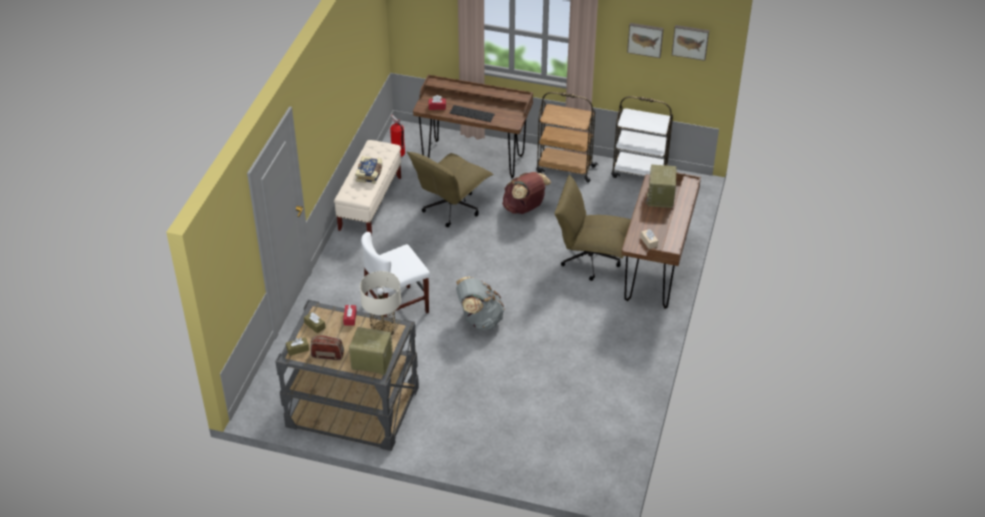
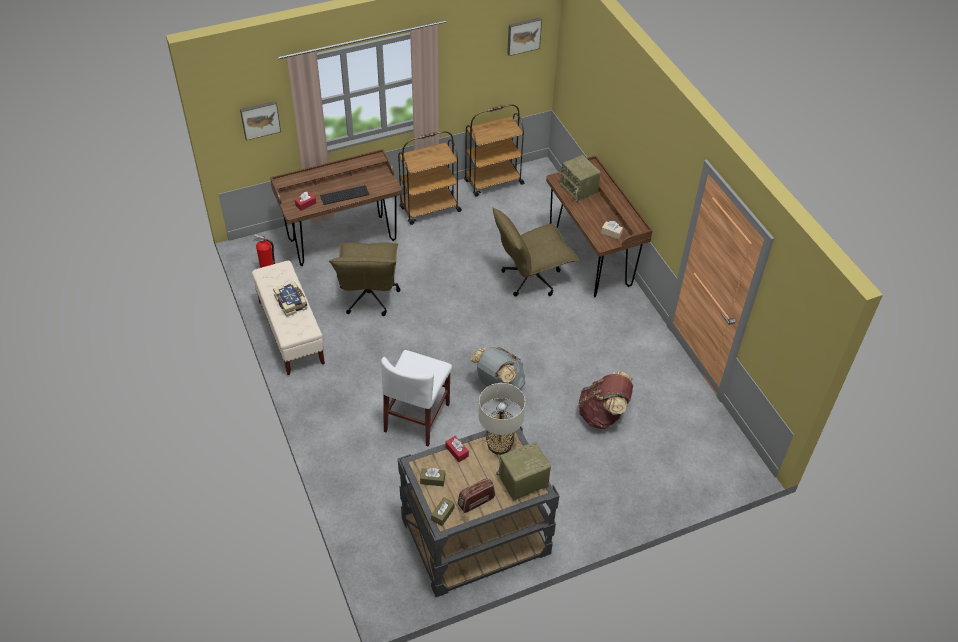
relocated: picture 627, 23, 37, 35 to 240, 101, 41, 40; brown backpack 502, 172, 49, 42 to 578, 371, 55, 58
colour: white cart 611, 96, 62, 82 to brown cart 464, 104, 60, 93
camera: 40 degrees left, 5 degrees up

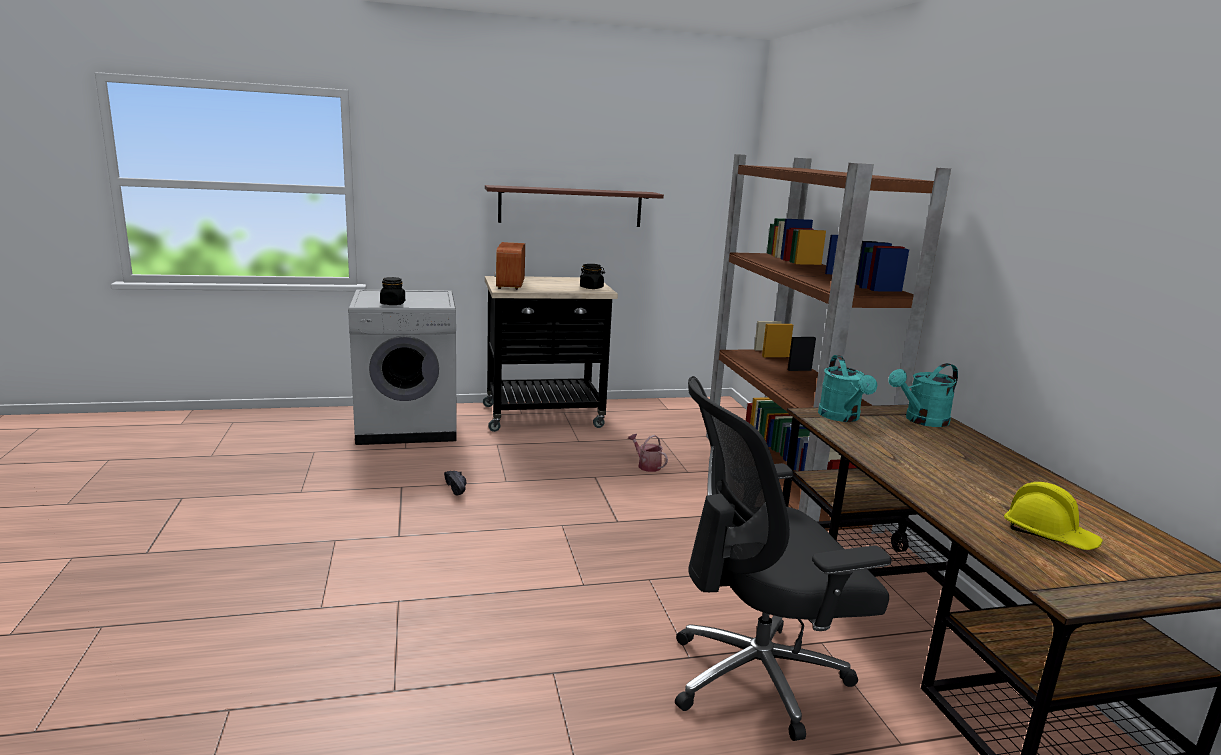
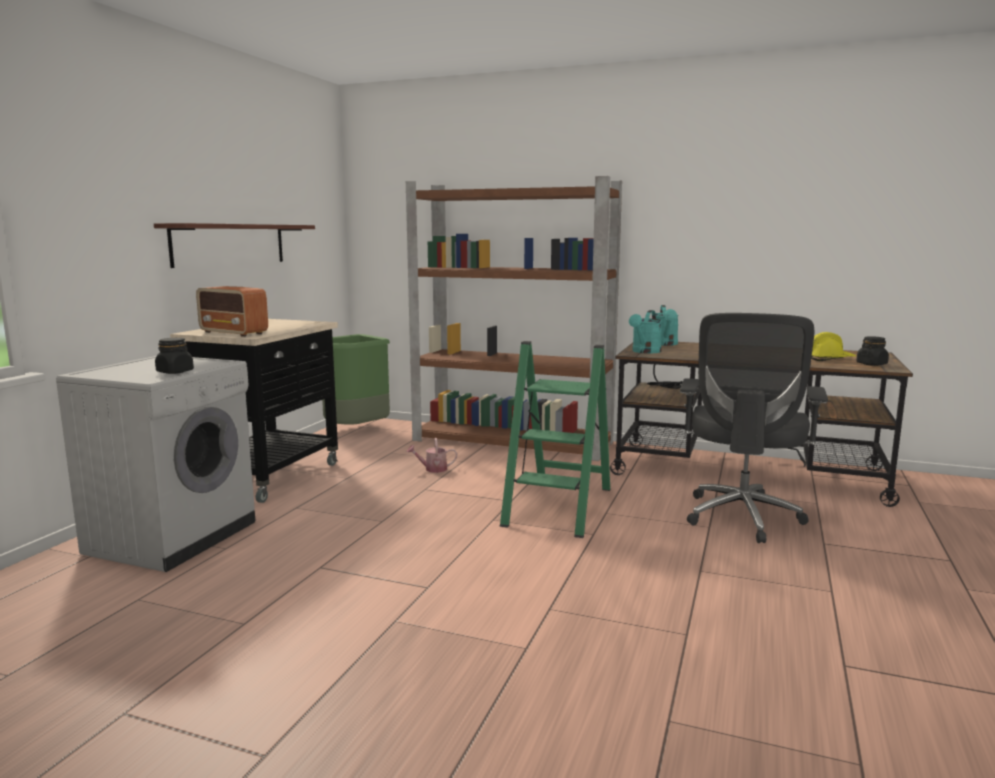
missing: black shoe 444, 471, 22, 24
appeared: green trash can 322, 334, 68, 91; green step ladder 500, 341, 111, 197
relocated: black jar 580, 264, 25, 25 to 856, 336, 33, 30
spun: turquoise watering can 818, 355, 59, 67 = 629, 310, 33, 44 90 degrees clockwise
camera: 55 degrees left, 5 degrees down

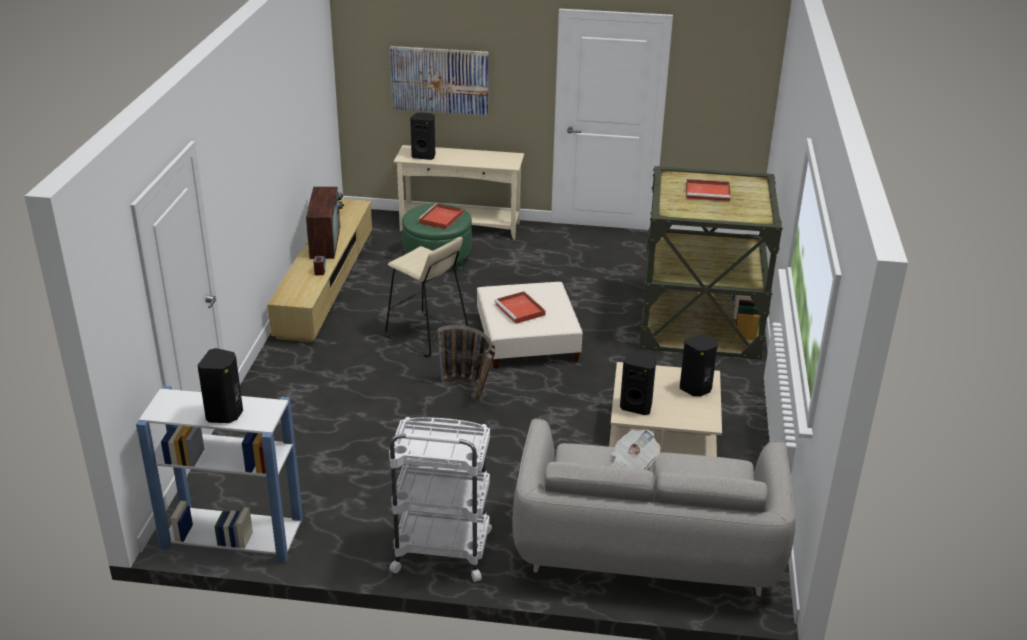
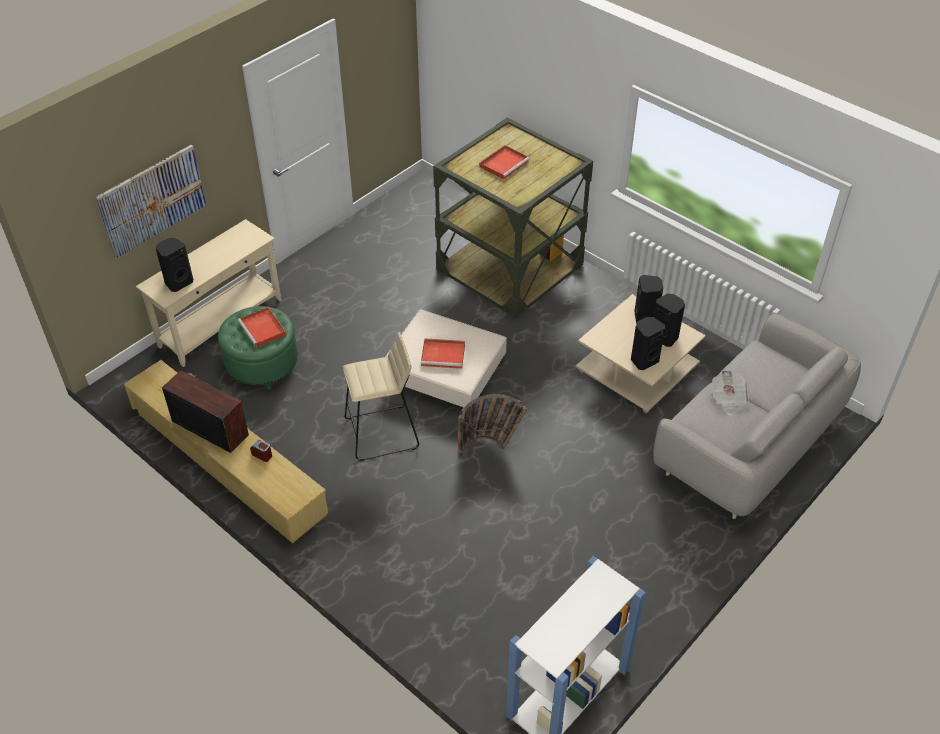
missing: white cart 389, 417, 103, 165
relocated: black speaker 197, 348, 46, 75 to 654, 293, 31, 54
camera: 55 degrees left, 15 degrees up

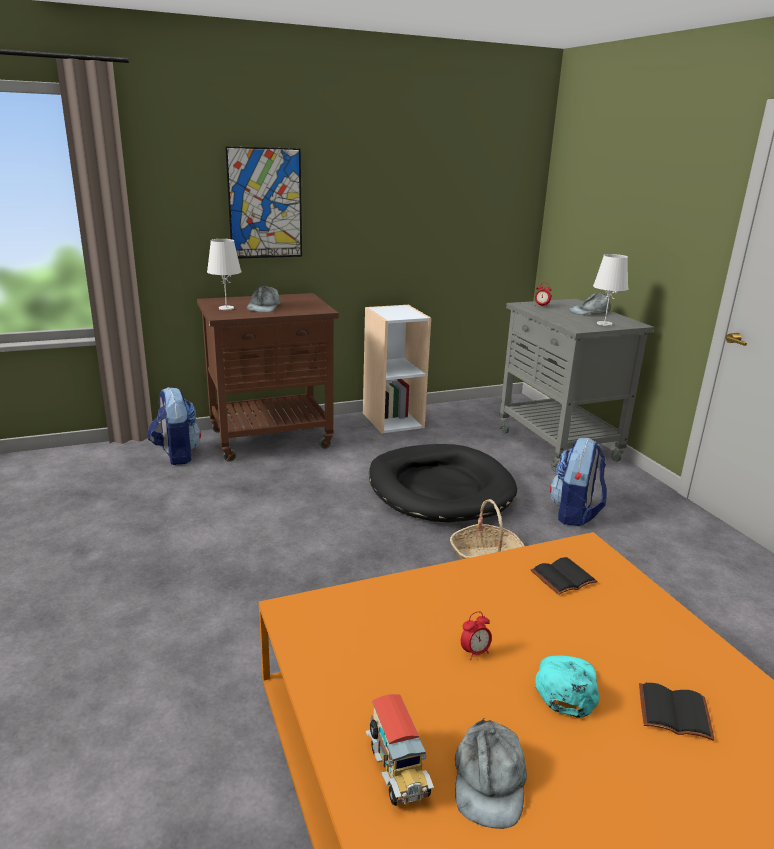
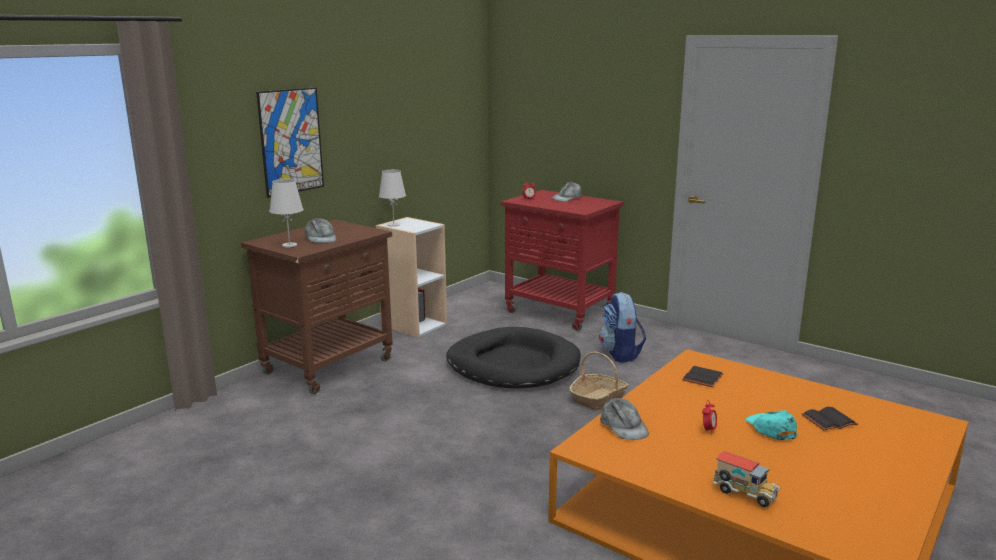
missing: backpack 147, 387, 54, 78
relocated: white table lamp 593, 254, 35, 72 to 379, 170, 27, 57; grey cap 455, 718, 72, 111 to 600, 398, 49, 42
colour: grey cart 500, 299, 154, 173 to red cart 501, 190, 123, 141
camera: 30 degrees left, 5 degrees down

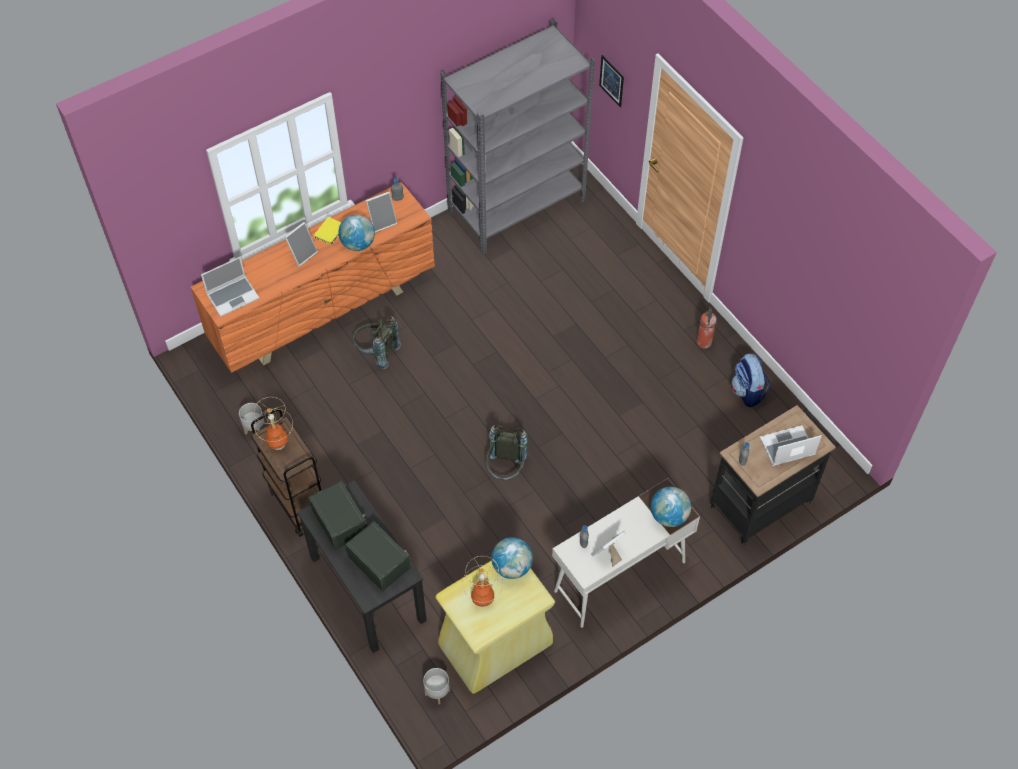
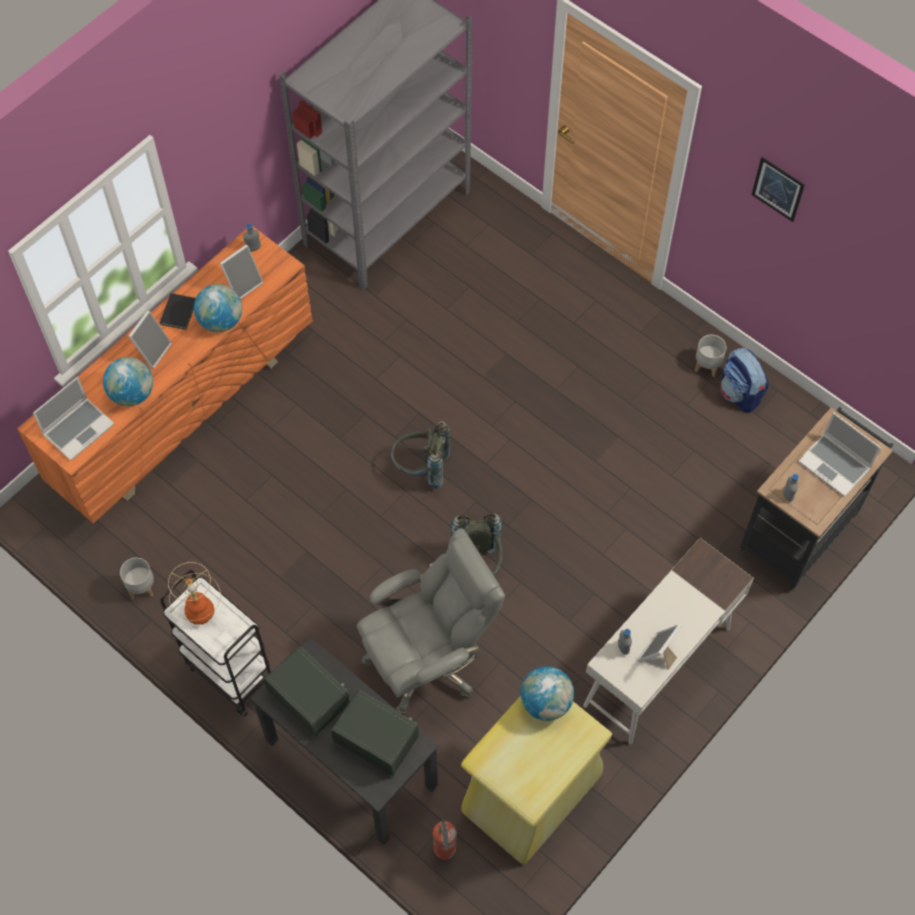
missing: table lamp 462, 556, 41, 51
appeared: grey office chair 357, 528, 148, 187
relocated: picture 599, 55, 25, 52 to 752, 157, 53, 65; fire extinguisher 696, 307, 21, 42 to 433, 814, 24, 46; grey backpack 353, 316, 48, 54 to 391, 421, 59, 68; globe 651, 487, 40, 40 to 103, 357, 50, 49; grey planter 423, 668, 27, 37 to 695, 334, 31, 43
colour: yellow book 314, 217, 27, 28 to black book 160, 293, 36, 37; brown cart 251, 408, 70, 129 to white cart 160, 570, 111, 147
spun: laptop 760, 425, 62, 41 = 798, 412, 83, 85 105 degrees counterclockwise
camera: 15 degrees left, 5 degrees up

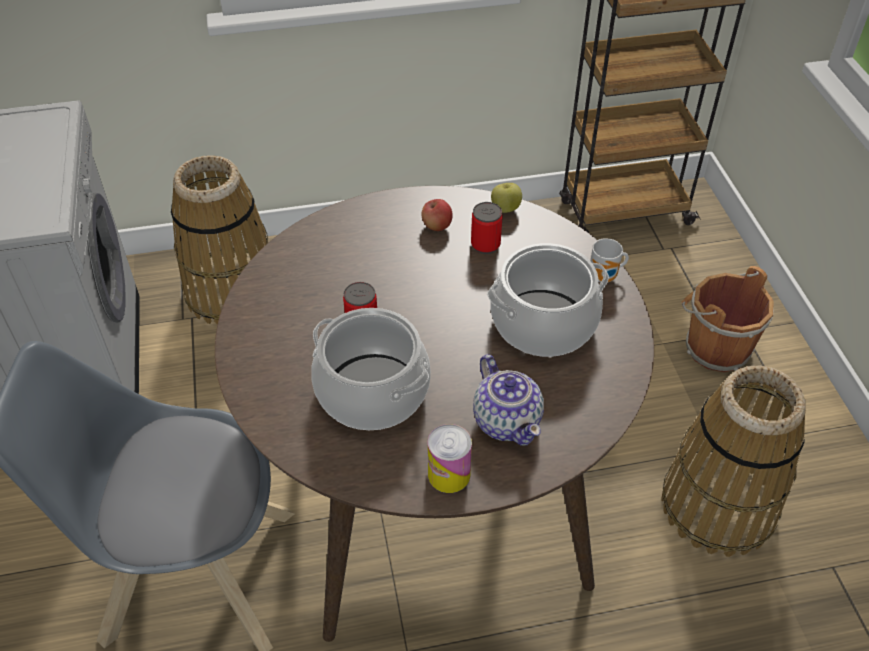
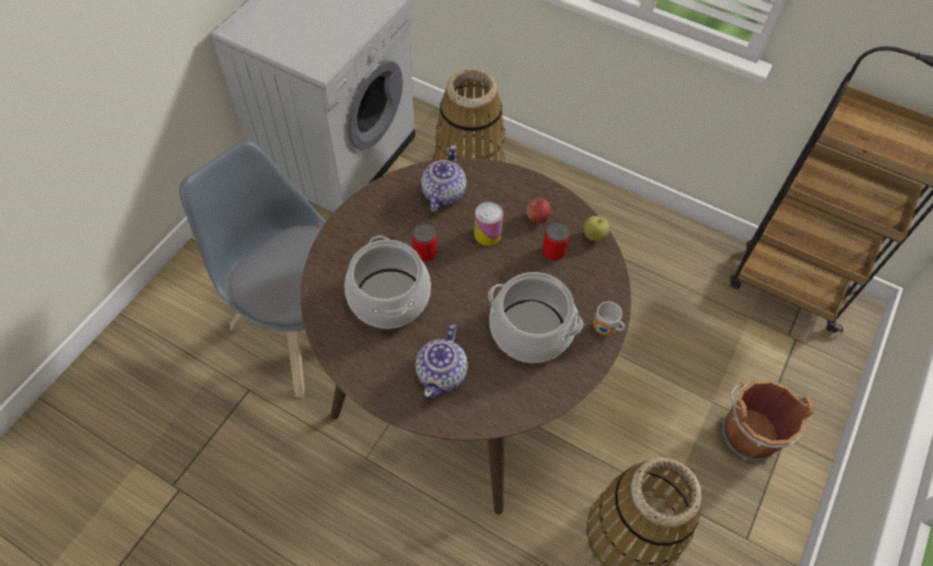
appeared: teapot 421, 145, 46, 67
relocated: can 428, 424, 44, 69 to 474, 202, 29, 44
camera: 40 degrees right, 10 degrees up

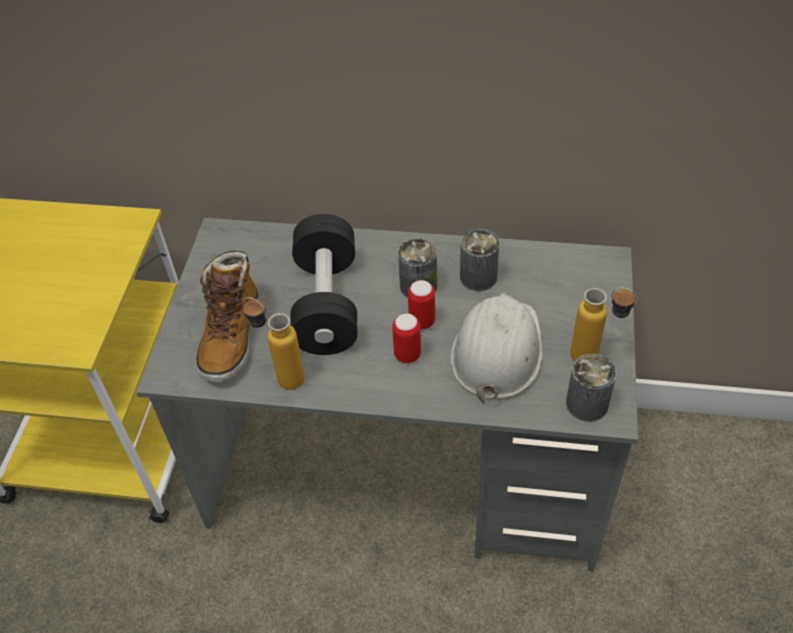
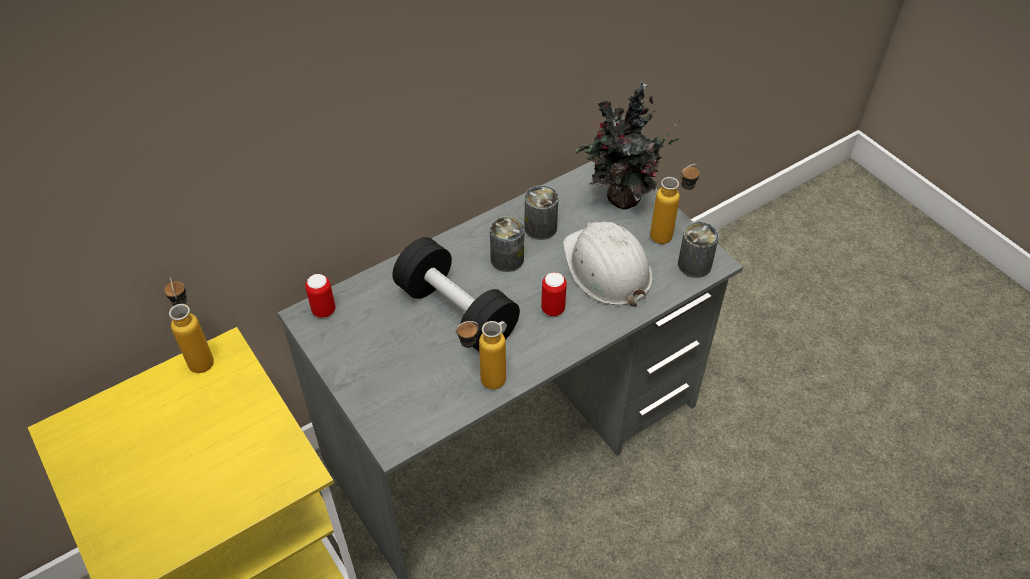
missing: boot 196, 251, 63, 131
appeared: potted plant 575, 81, 105, 129; bottle 164, 277, 50, 96
relocated: can 408, 280, 27, 49 to 305, 274, 30, 44
camera: 45 degrees left, 0 degrees up

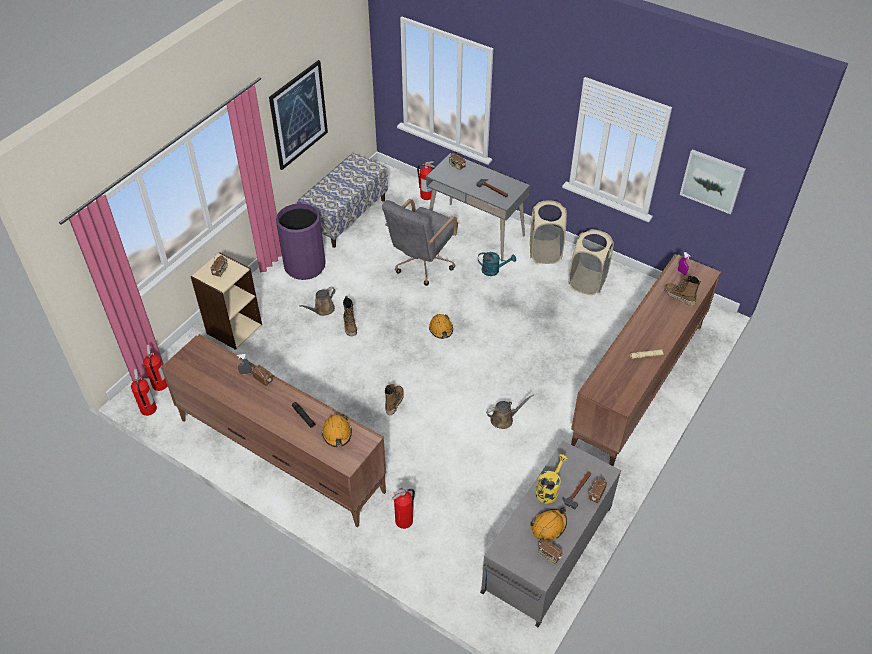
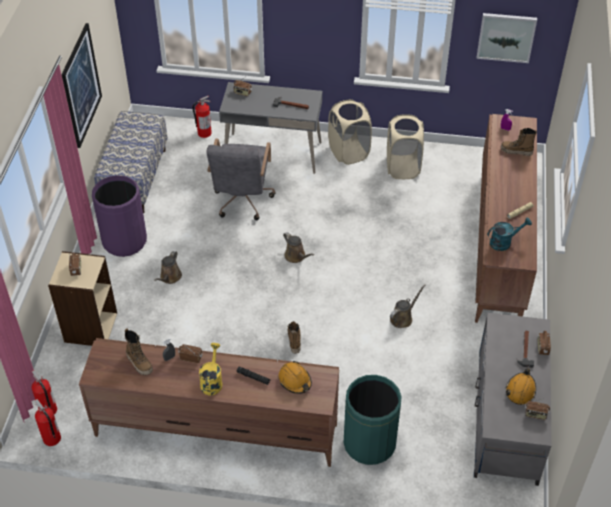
relocated: turquoise watering can 478, 252, 38, 24 to 488, 217, 44, 34; boot 343, 296, 14, 40 to 125, 328, 28, 47; yellow watering can 536, 454, 32, 50 to 199, 343, 24, 52
exchanged: orange hard hat 429, 314, 24, 25 to brown watering can 283, 232, 31, 31; fire extinguisher 392, 488, 23, 41 to green trash can 343, 375, 59, 90
camera: 25 degrees left, 0 degrees up

